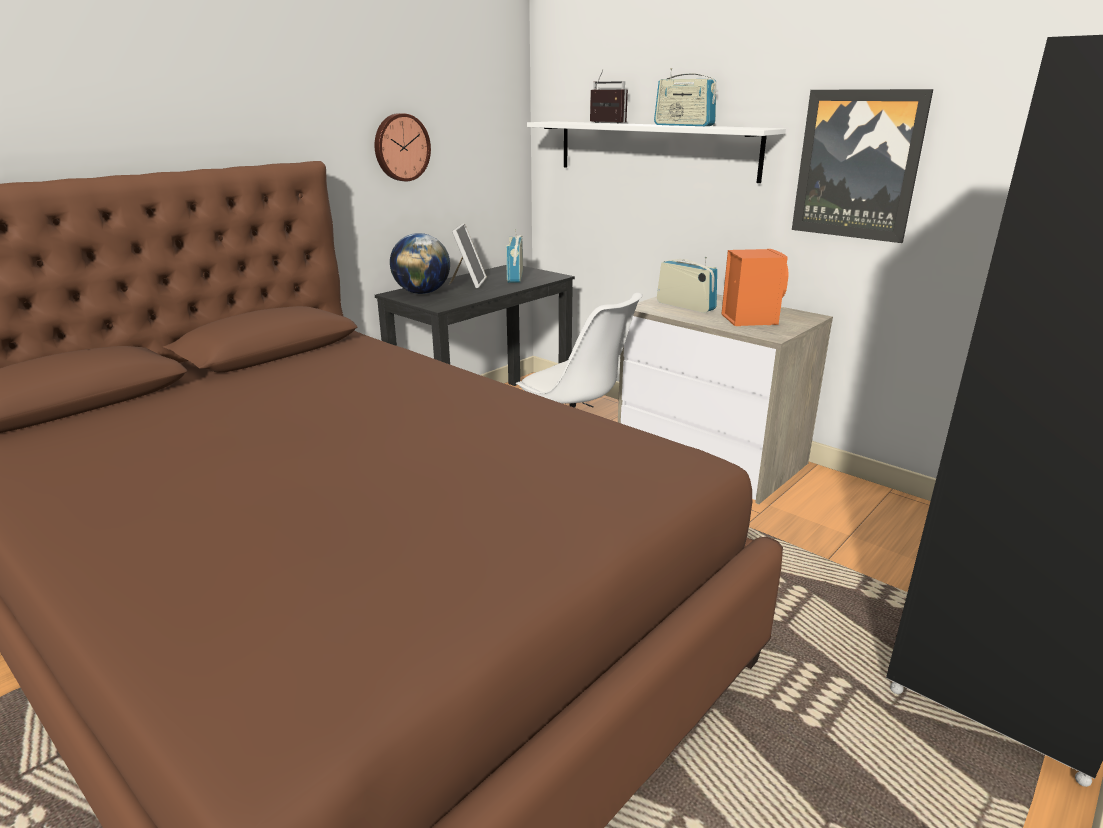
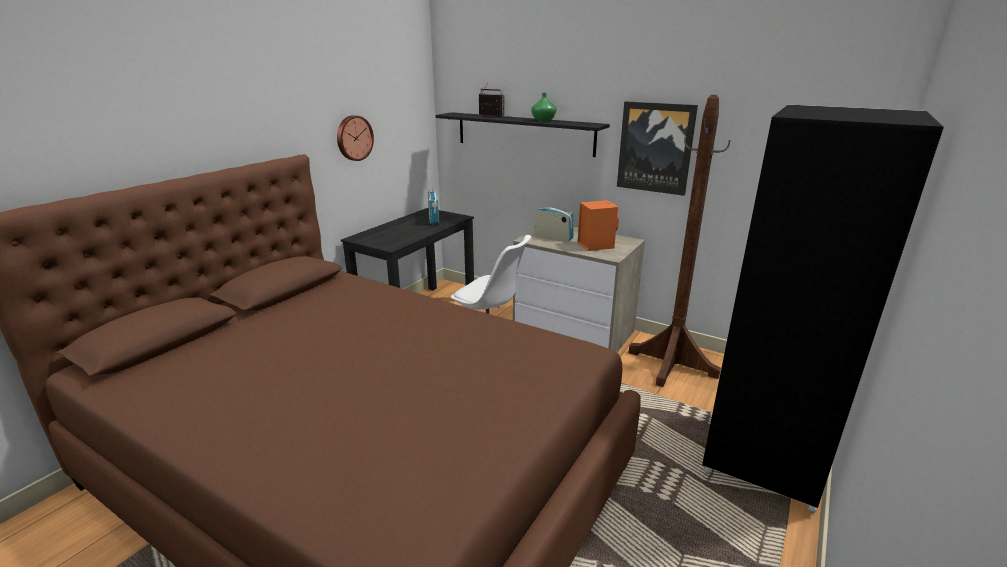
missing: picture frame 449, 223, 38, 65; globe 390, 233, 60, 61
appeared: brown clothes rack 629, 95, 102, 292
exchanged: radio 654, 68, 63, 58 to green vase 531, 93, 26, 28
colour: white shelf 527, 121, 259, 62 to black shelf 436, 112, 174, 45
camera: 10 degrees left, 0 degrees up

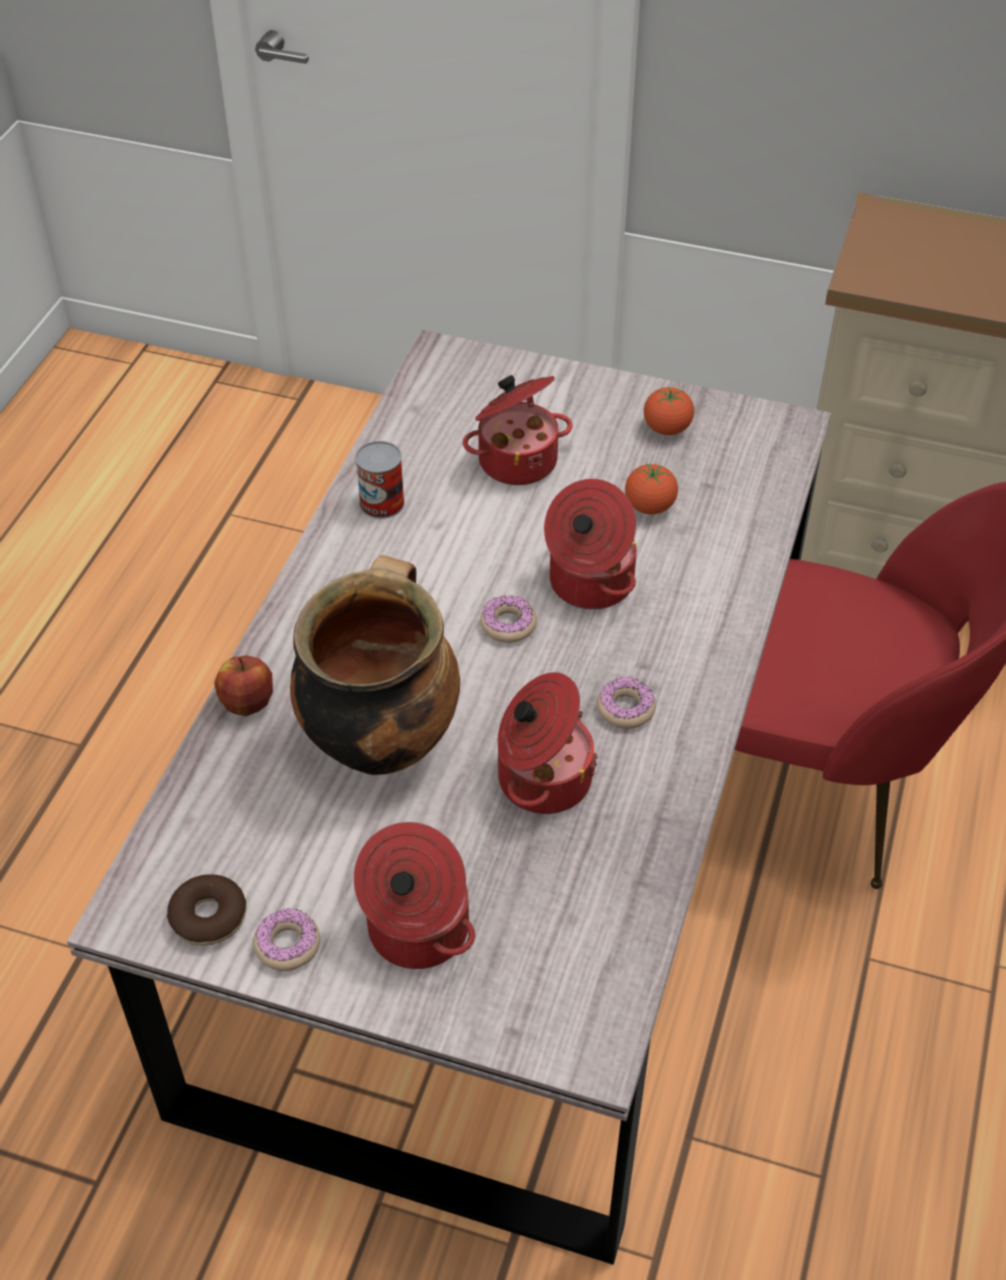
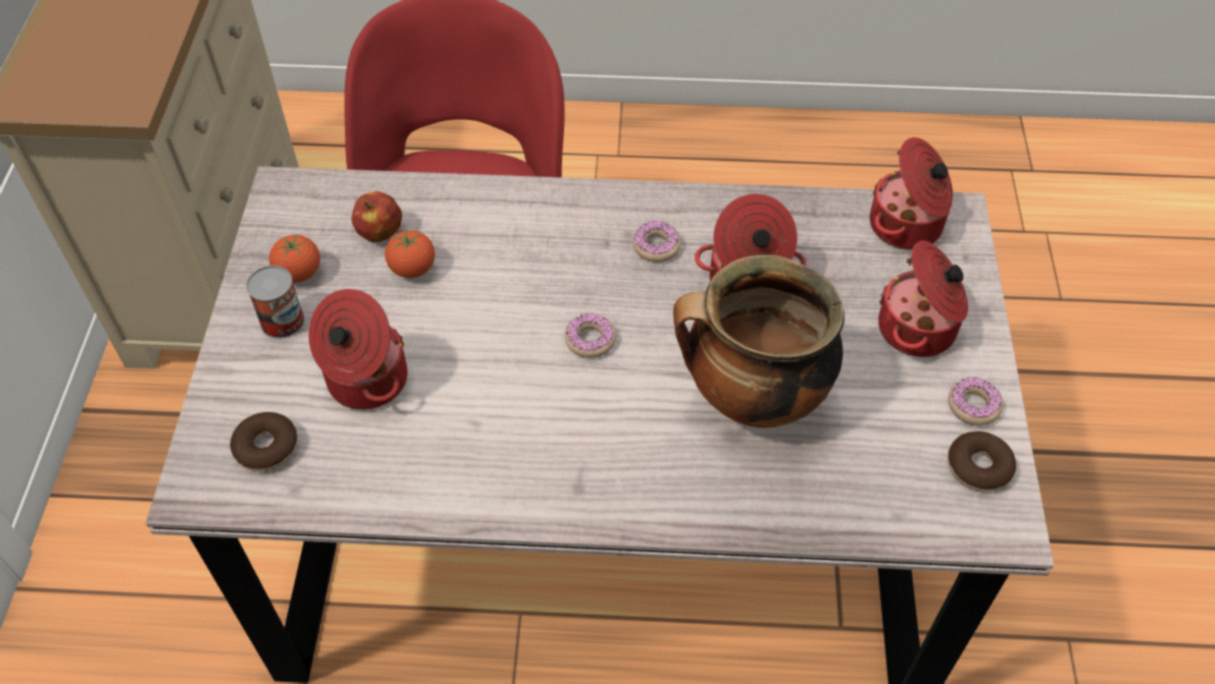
appeared: donut 230, 412, 67, 59
relocated: can 355, 441, 50, 78 to 246, 265, 59, 74; cooking pot 544, 479, 93, 131 to 870, 137, 83, 113; apple 214, 655, 59, 61 to 351, 191, 51, 51
camera: 105 degrees left, 5 degrees up

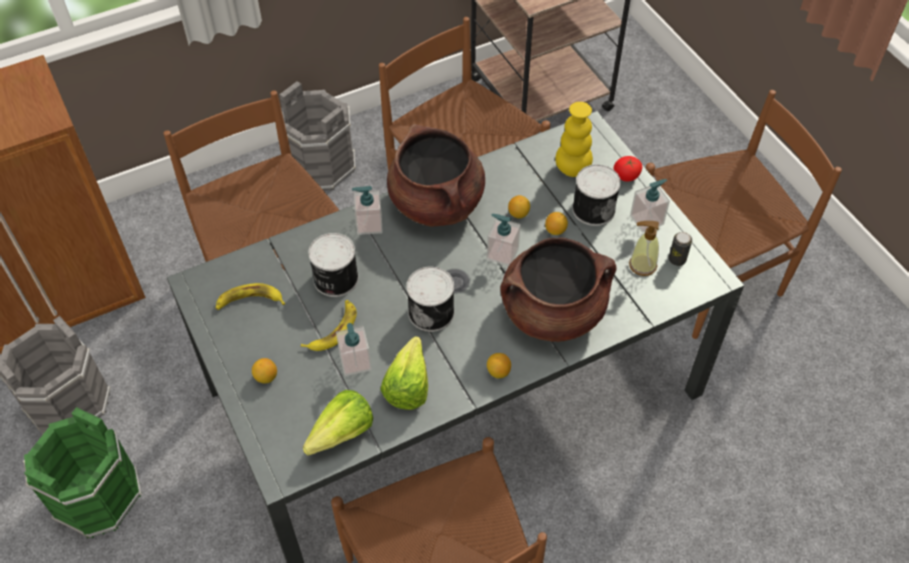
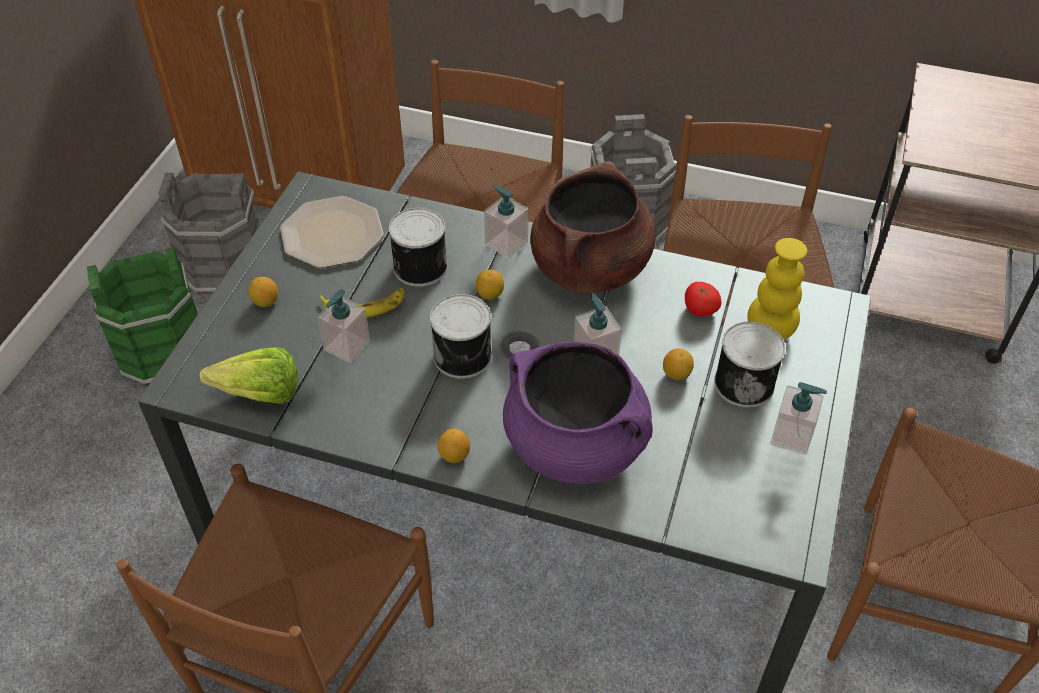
missing: soap dispenser 629, 221, 30, 55; can 669, 232, 23, 34; lettuce 380, 336, 48, 74
relocated: tomato 613, 156, 29, 26 to 685, 282, 36, 34; lemon 508, 195, 22, 24 to 476, 270, 28, 30
exchanged: banana 216, 283, 69, 27 to plate 280, 196, 104, 72
colour: brown cooking pot 500, 237, 117, 105 to purple cooking pot 503, 342, 150, 142
camera: 45 degrees right, 5 degrees down

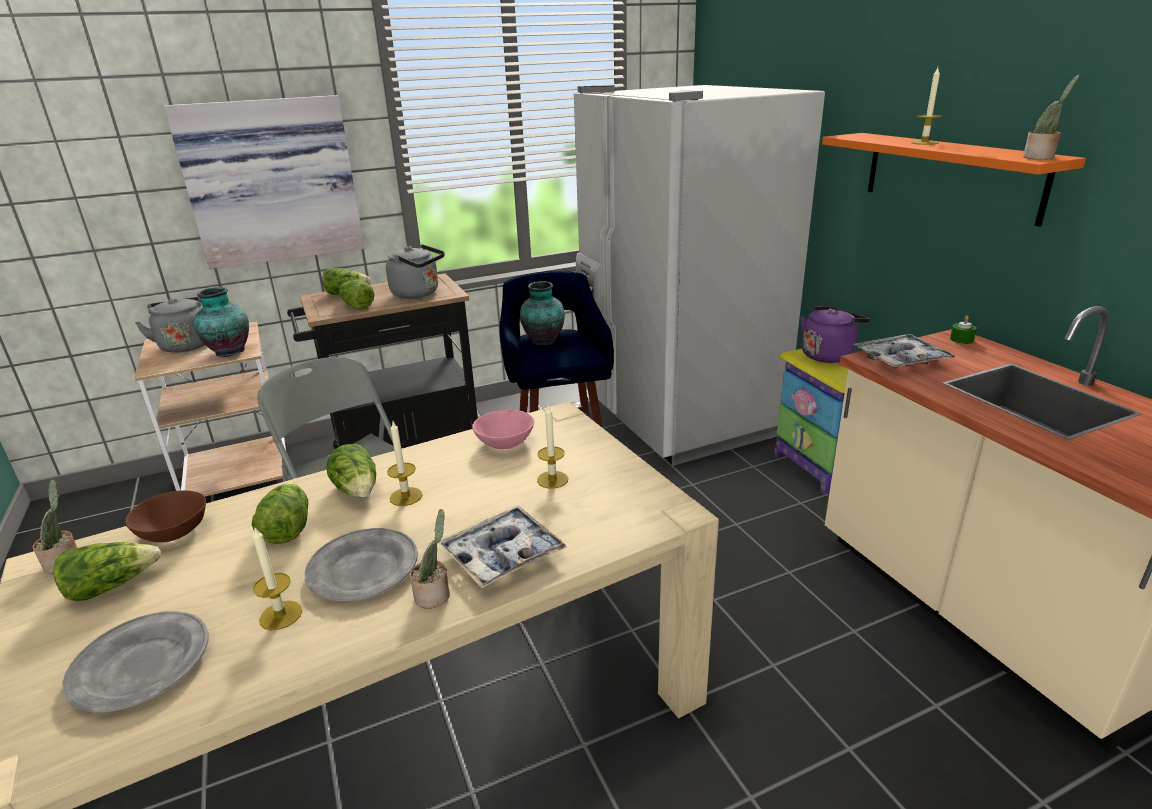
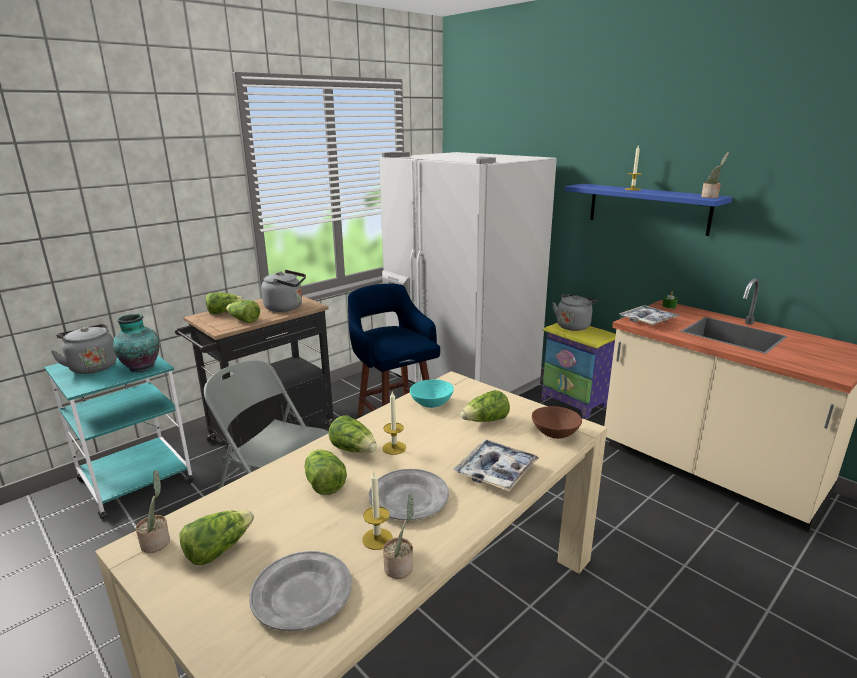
missing: picture 164, 95, 201, 174; vase 520, 281, 45, 64
relocated: brown bowl 125, 491, 81, 51 to 532, 406, 50, 33; potted plant 410, 509, 40, 100 to 383, 493, 31, 86
exchanged: candle 537, 406, 31, 83 to lettuce 460, 390, 50, 32
colour: orange shelf 822, 133, 264, 94 to blue shelf 564, 184, 168, 52; purple kettle 800, 306, 70, 57 to grey kettle 552, 294, 46, 37; beige cart 134, 322, 153, 174 to turquoise cart 44, 355, 150, 164; pink bowl 472, 410, 62, 39 to turquoise bowl 410, 379, 44, 29
camera: 20 degrees left, 5 degrees down

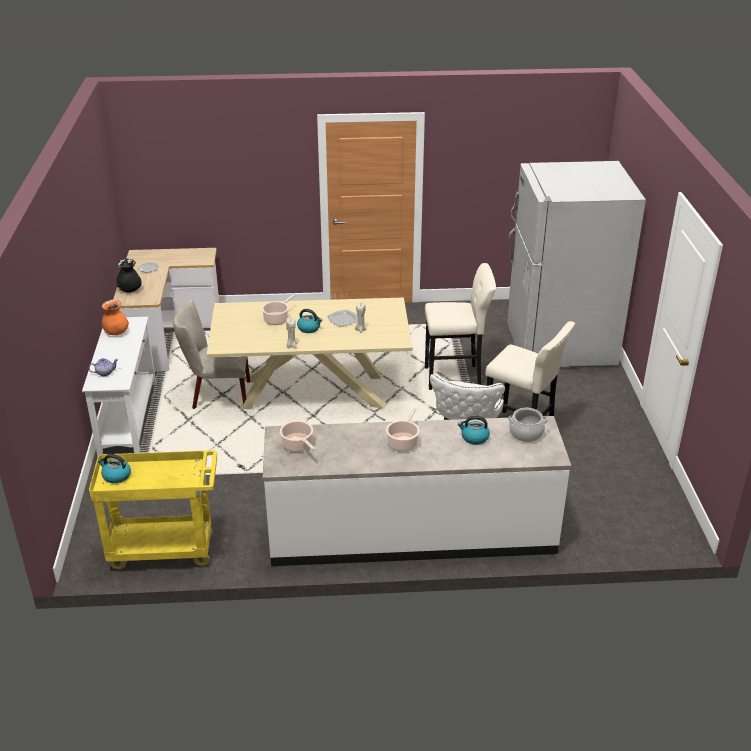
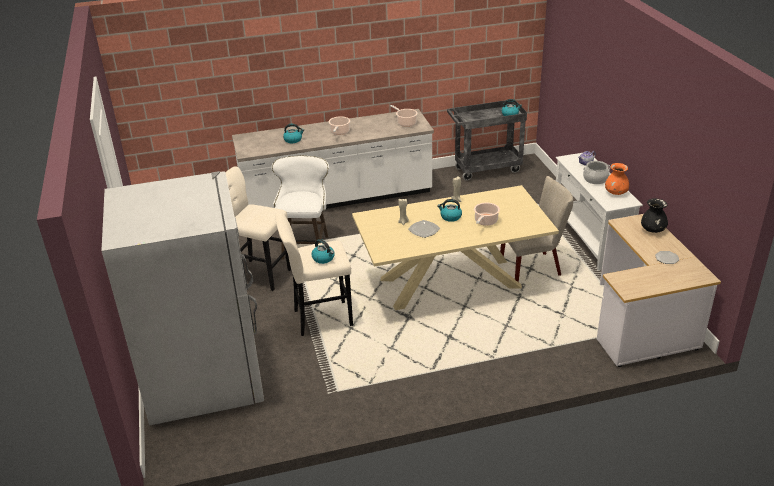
appeared: kettle 311, 239, 24, 25
relocated: cooking pot 508, 408, 40, 34 to 583, 161, 28, 23
colour: yellow cart 89, 450, 128, 120 to grey cart 447, 100, 80, 81
camera: 170 degrees right, 0 degrees up

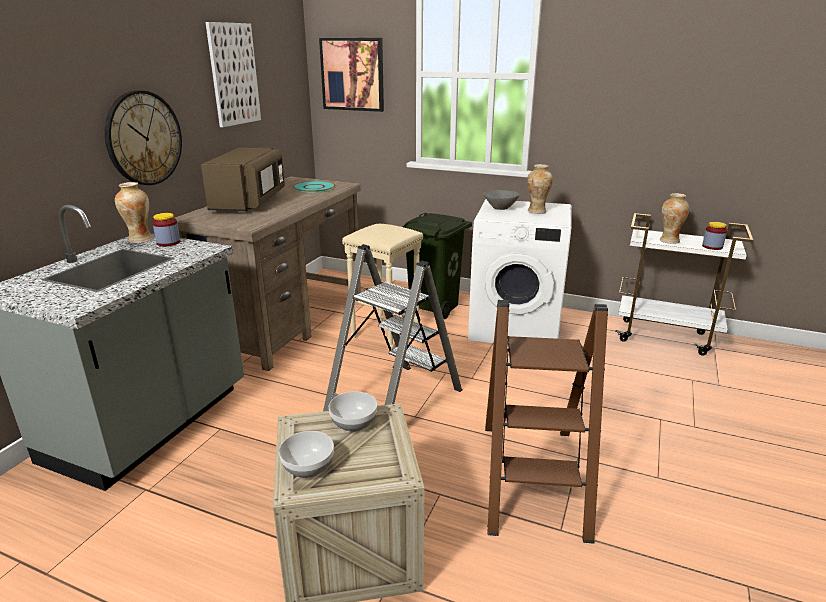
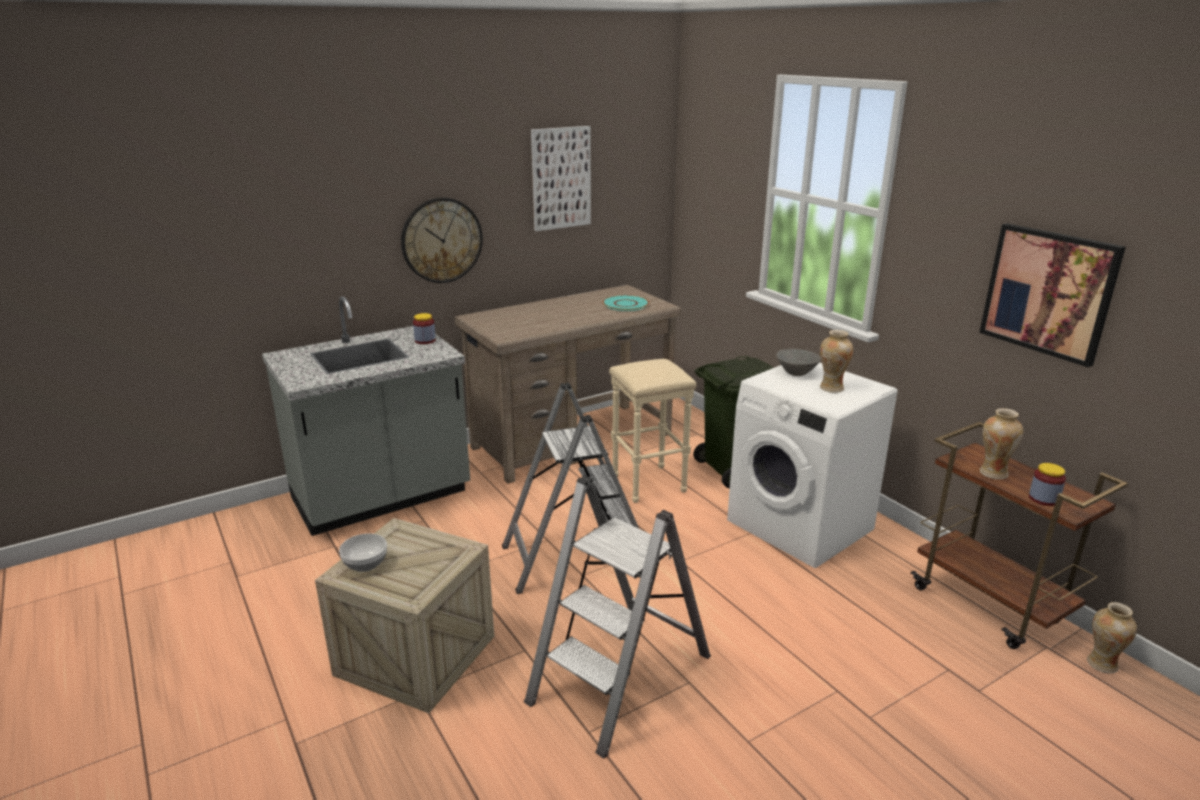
missing: brown microwave 201, 147, 84, 64; bowl 329, 391, 48, 41
relocated: picture 319, 38, 65, 74 to 979, 223, 147, 144; vase 115, 182, 38, 61 to 1087, 602, 50, 72
colour: white cart 615, 213, 138, 143 to brown cart 910, 422, 218, 227; brown step ladder 485, 300, 123, 244 to grey step ladder 524, 475, 187, 284
camera: 35 degrees right, 0 degrees up

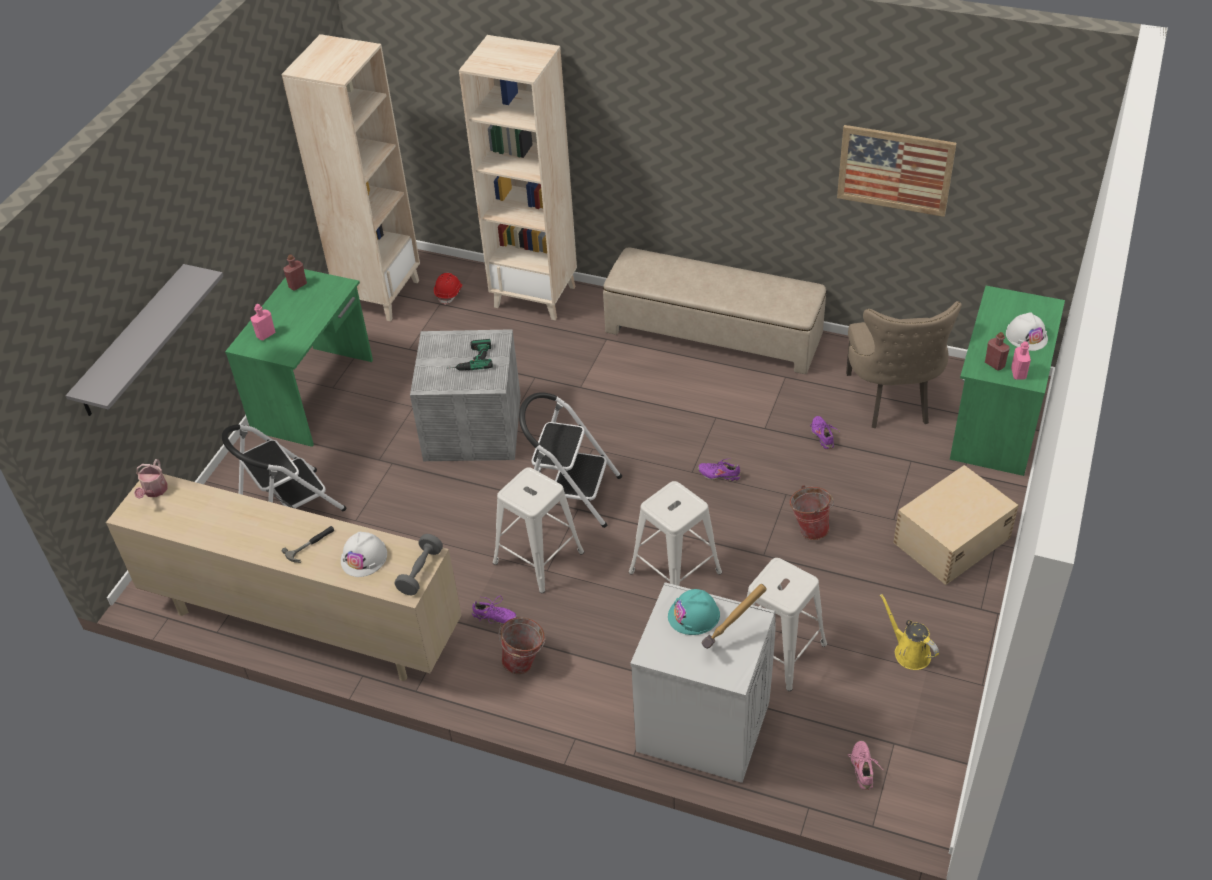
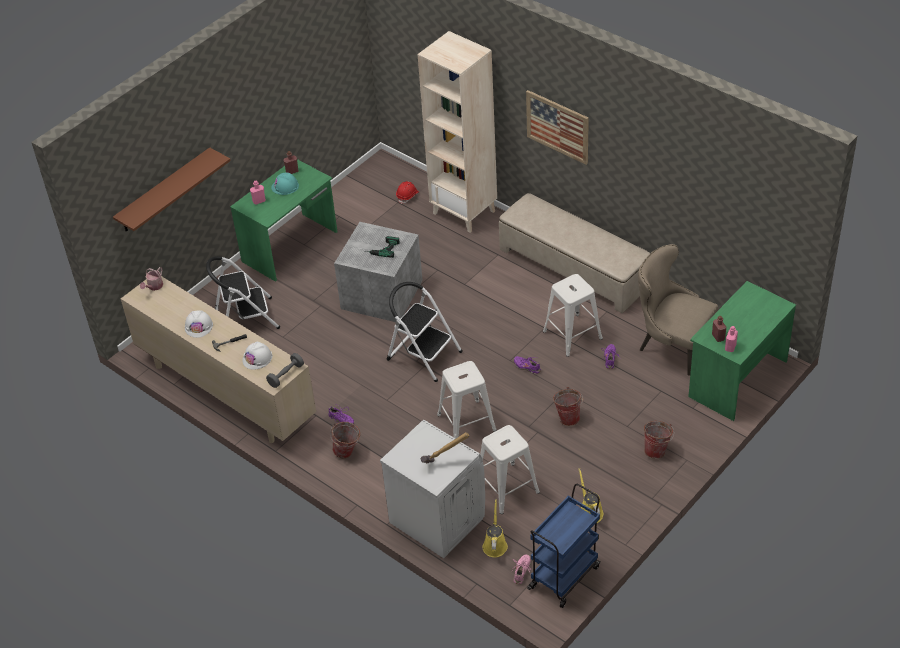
missing: beige bookcase 282, 34, 138, 287
appeared: blue cart 527, 484, 73, 124; yellow watering can 483, 499, 25, 58
relocated: picture 837, 125, 120, 92 to 526, 90, 63, 75; white hard hat 1006, 313, 42, 38 to 185, 311, 28, 27; white stool 493, 467, 91, 126 to 543, 274, 60, 83; turquoise hard hat 668, 589, 52, 46 to 271, 173, 28, 22
exchanged: beige storage box 893, 465, 126, 120 to bucket 644, 421, 30, 38
colour: grey shelf 66, 264, 157, 152 to brown shelf 113, 147, 118, 85
spun: beige chair 846, 301, 116, 127 = 638, 244, 80, 132 105 degrees clockwise
camera: 20 degrees right, 0 degrees up

